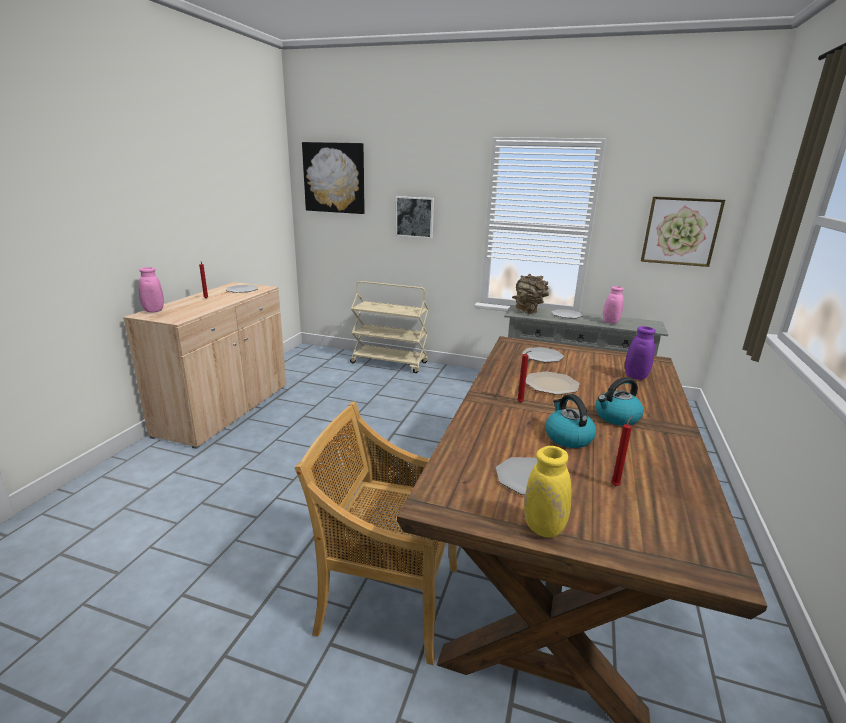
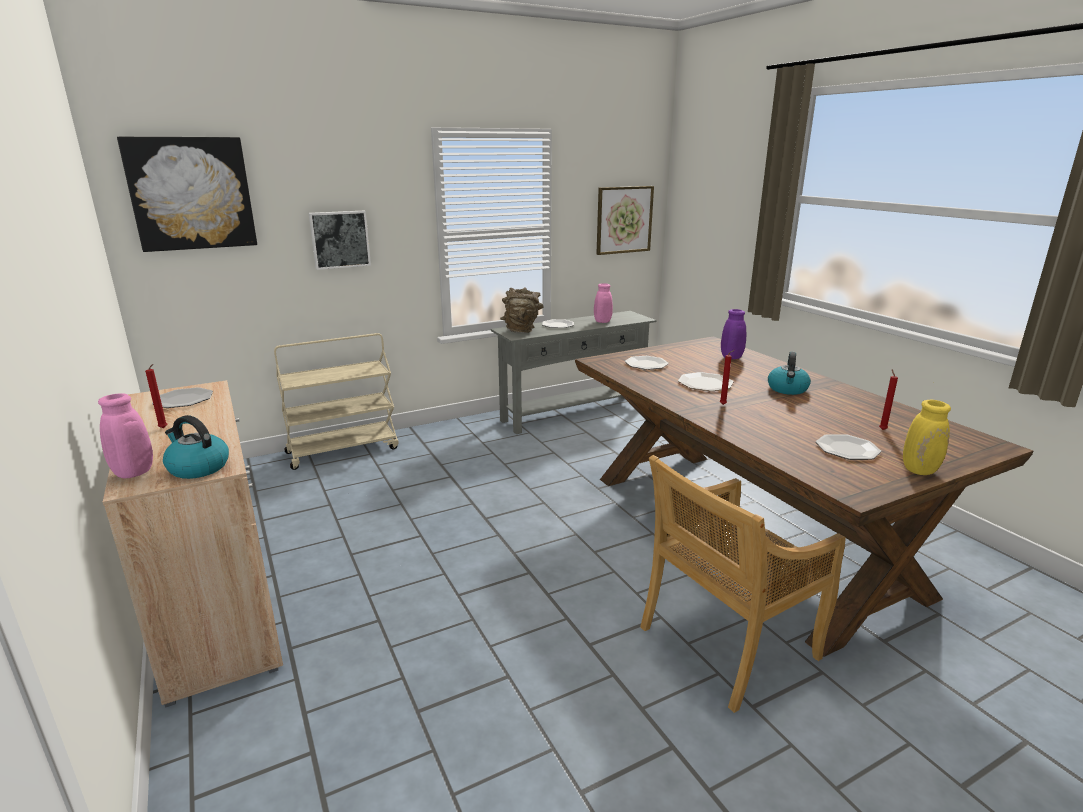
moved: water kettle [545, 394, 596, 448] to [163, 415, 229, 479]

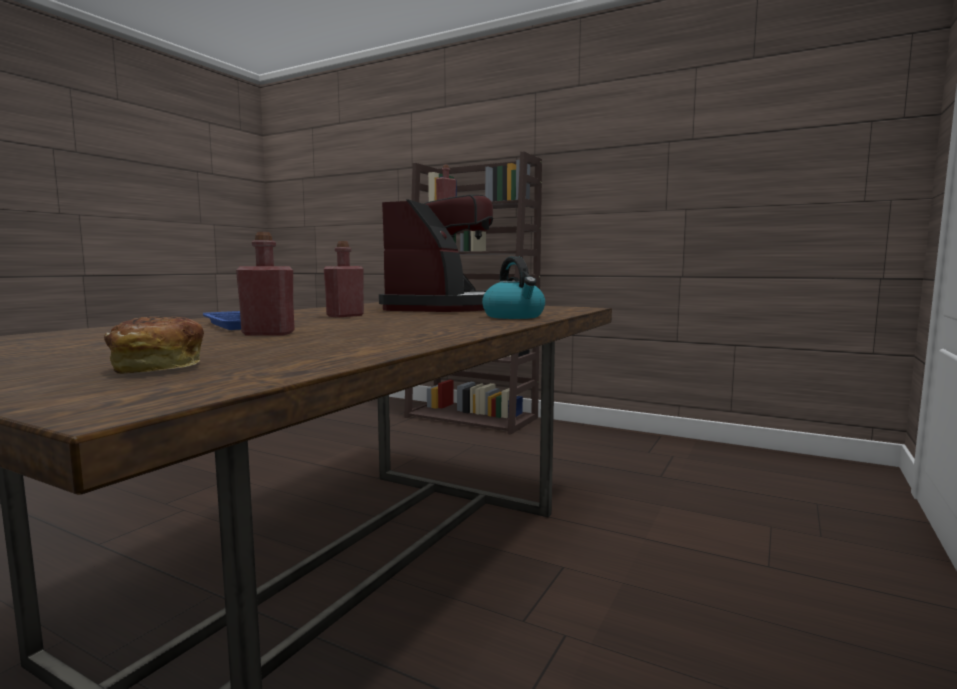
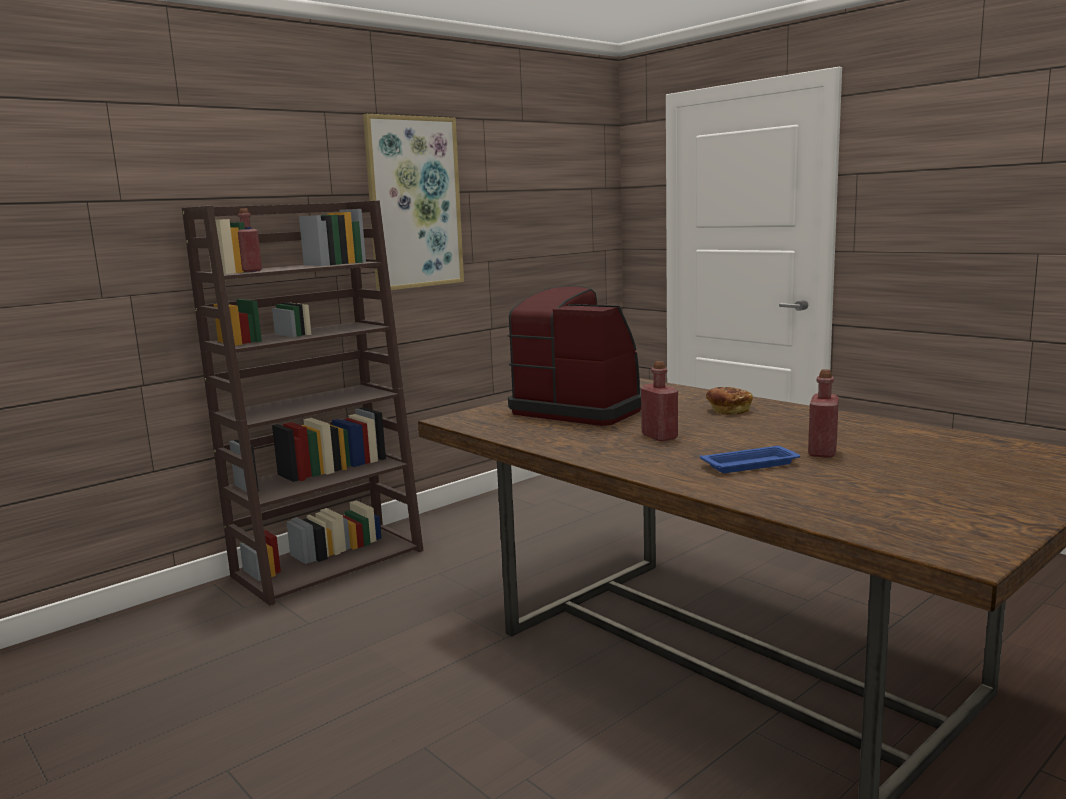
removed: water kettle [482, 256, 545, 319]
added: wall art [363, 114, 464, 290]
moved: baked bread [104, 317, 204, 374] to [706, 387, 753, 414]

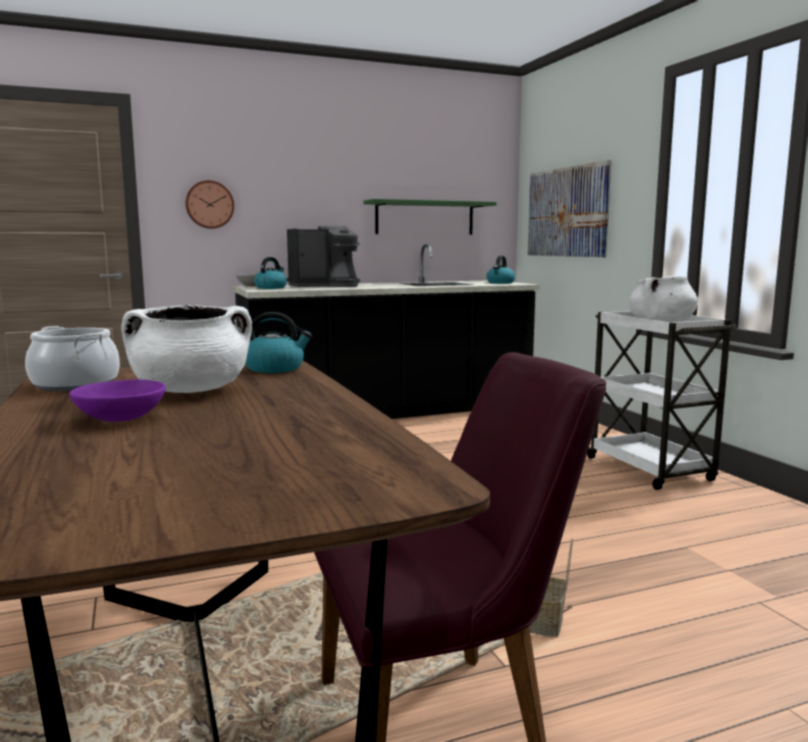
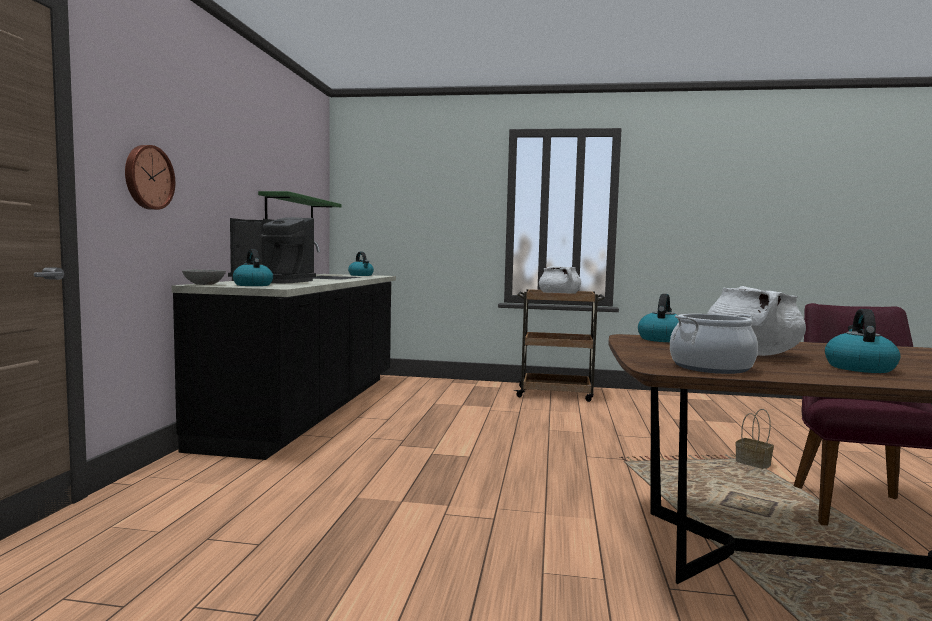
removed: wall art [528, 160, 611, 257]
replaced: purplish serving bowl [69, 379, 166, 422] to water kettle [825, 309, 900, 373]
recoloured: white cart [587, 311, 736, 490] to brownish cart [514, 289, 605, 402]
turned: coffee brewer [287, 226, 360, 287] = [228, 217, 316, 283] 90 degrees clockwise

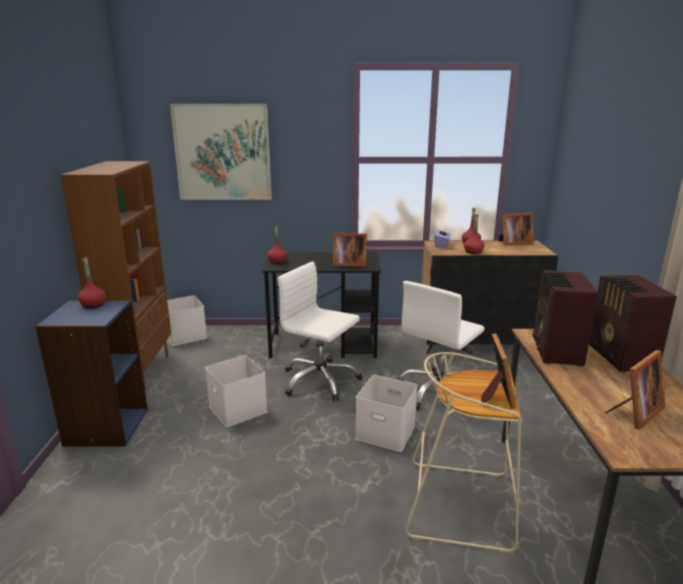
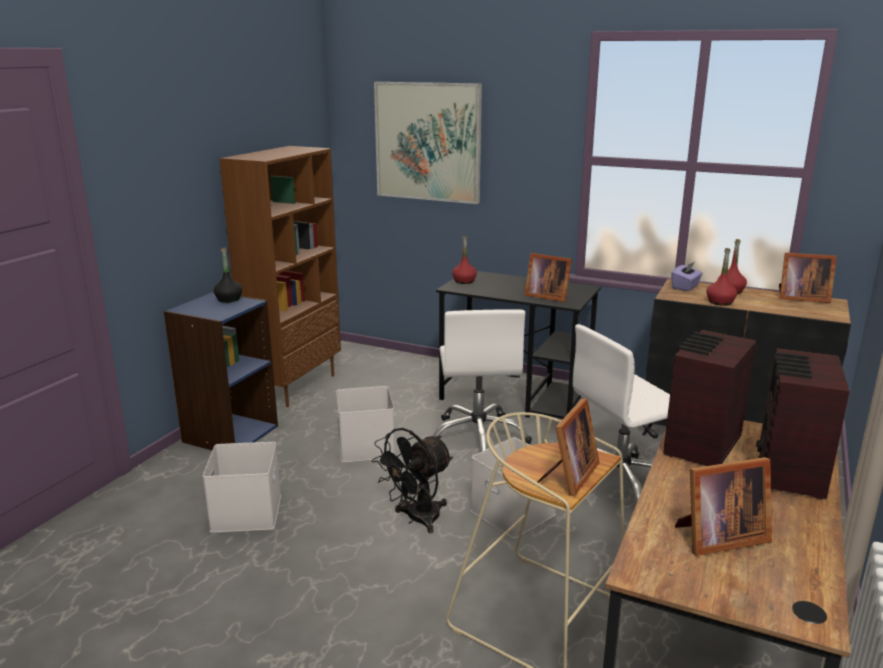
added: black fan [372, 428, 453, 533]
moved: white storage bin [167, 295, 207, 346] to [203, 442, 281, 533]
recoloured: red-coloured drink bottle [78, 257, 106, 308] to black drink bottle [214, 248, 242, 303]
turned: white computer chair [277, 262, 363, 401] = [433, 309, 532, 452] 150 degrees counterclockwise

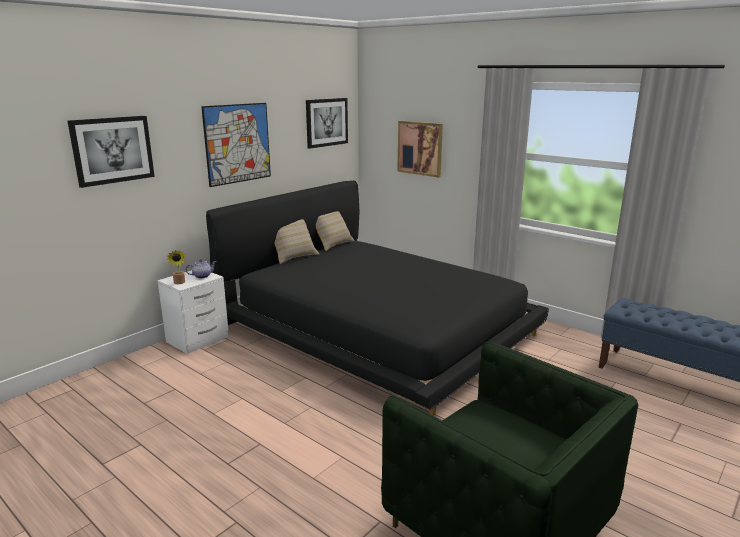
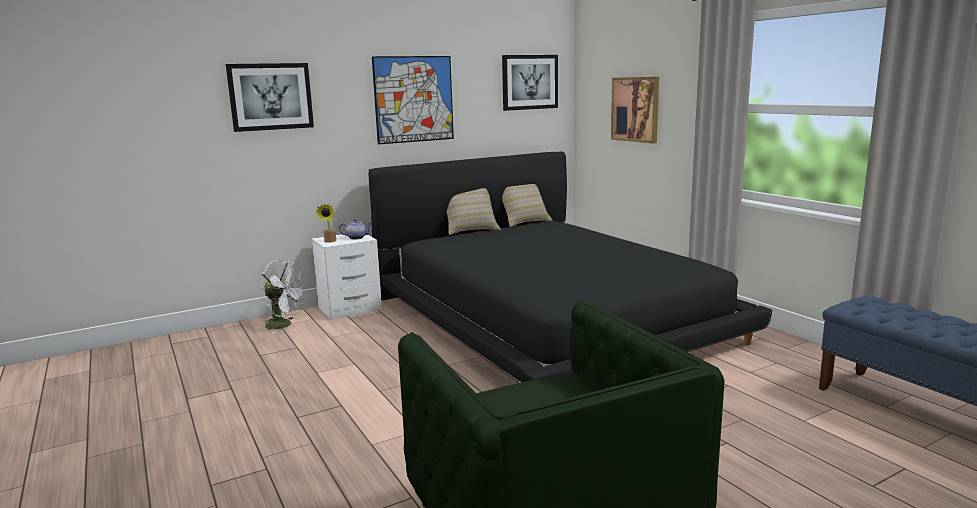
added: white fan [261, 260, 306, 334]

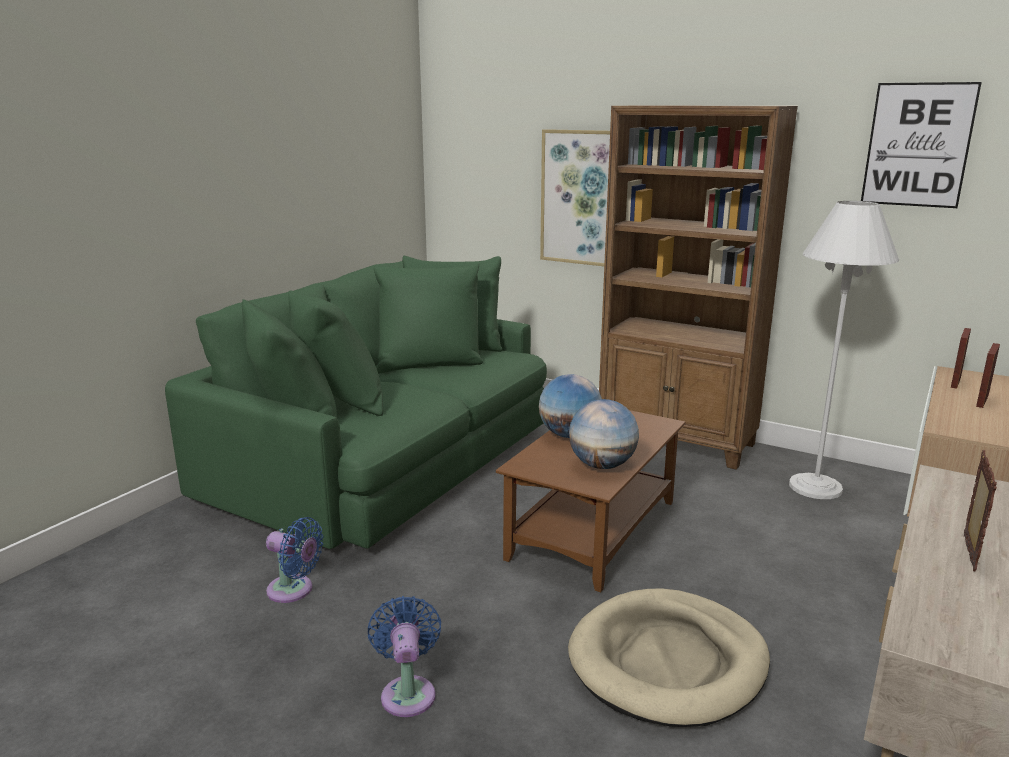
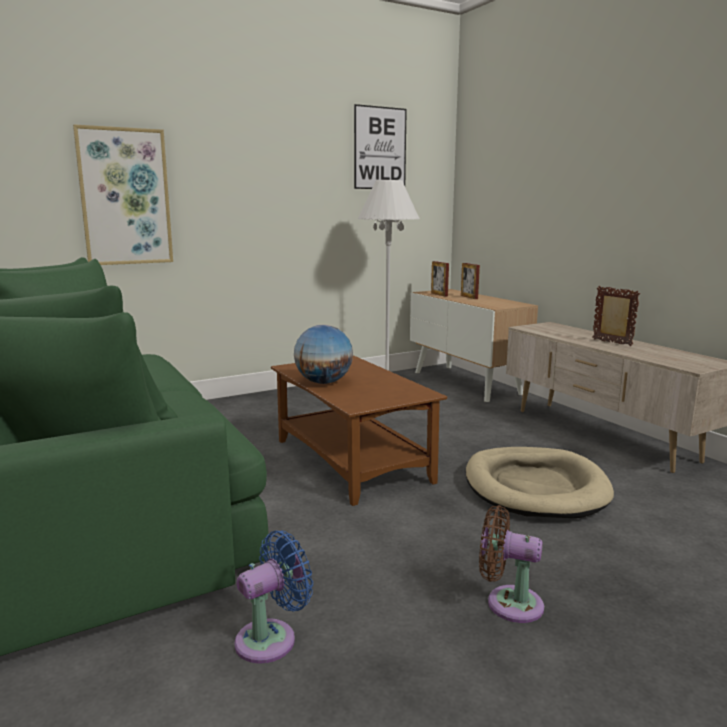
removed: world globe [569, 399, 639, 469]; brownish bookshelf [599, 105, 798, 470]
recoloured: blue-coloured fan [368, 596, 442, 717] to brownish fan [479, 505, 544, 623]

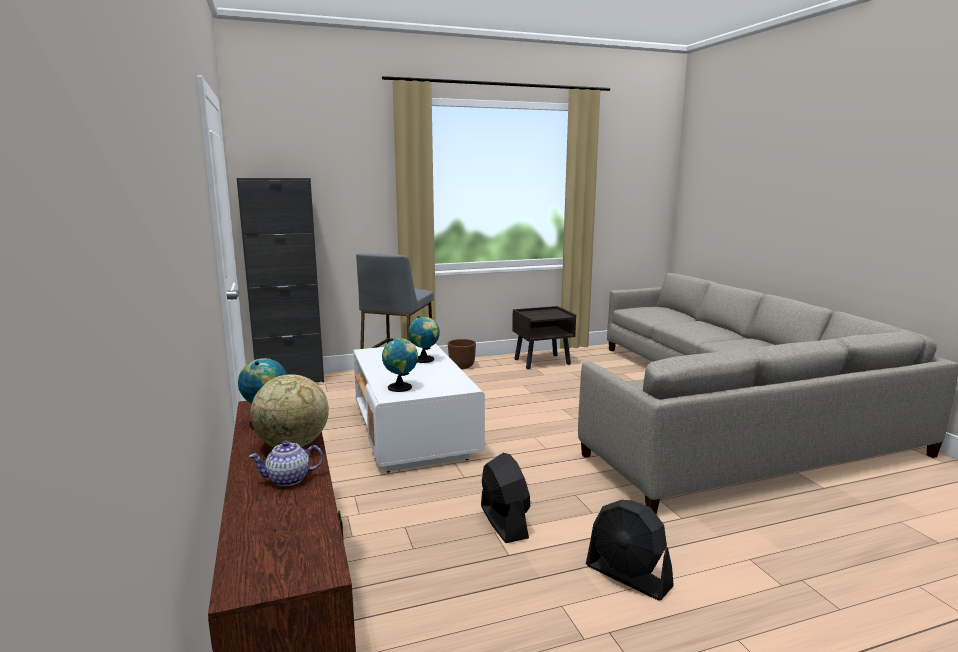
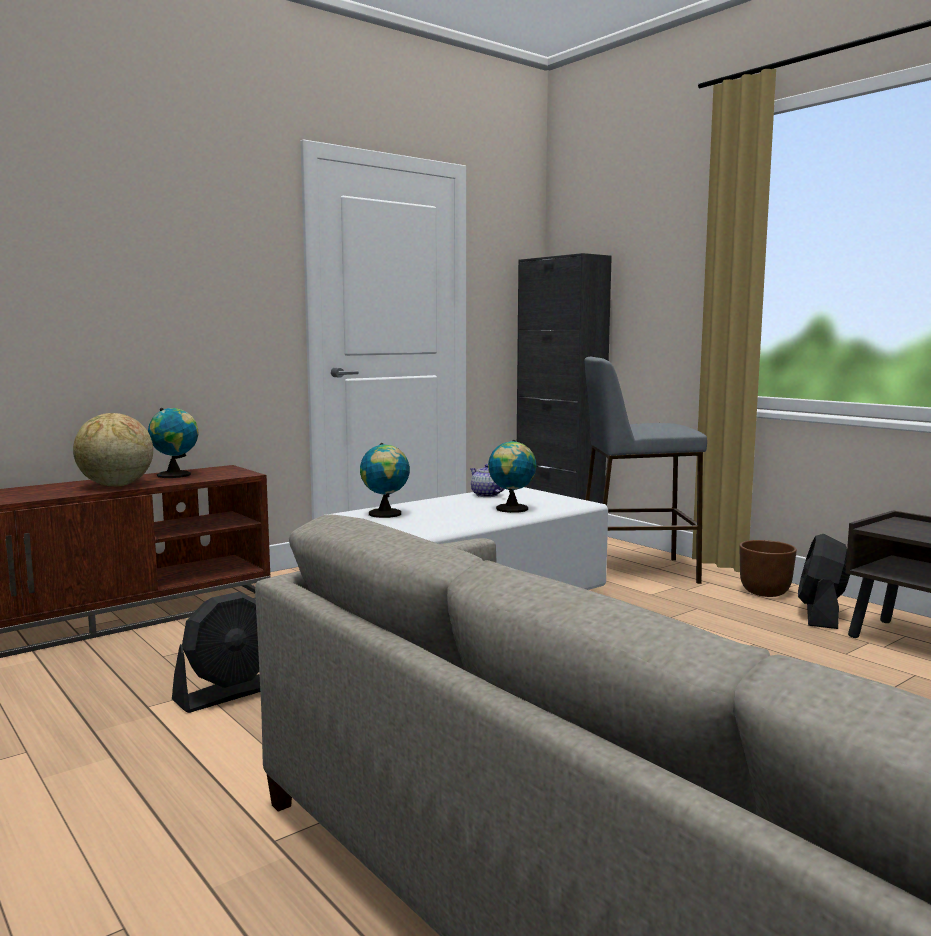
moved: tea pot [249, 441, 323, 486] to [470, 464, 504, 497]; black fan [586, 500, 674, 601] to [798, 534, 850, 629]

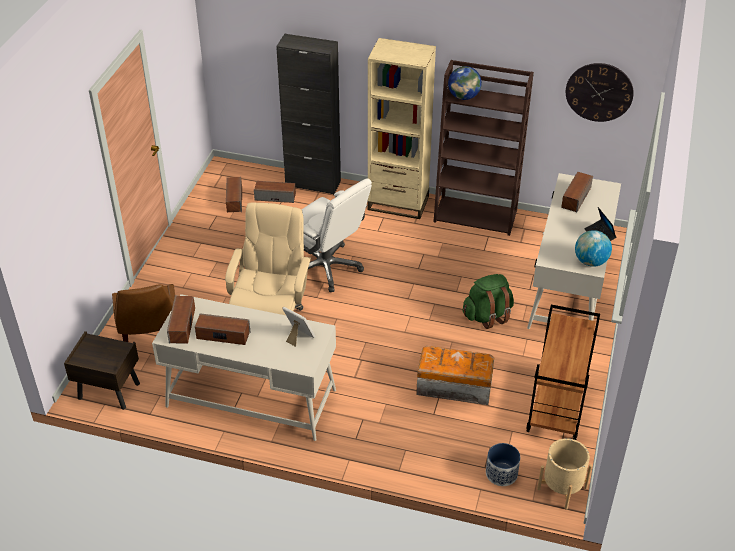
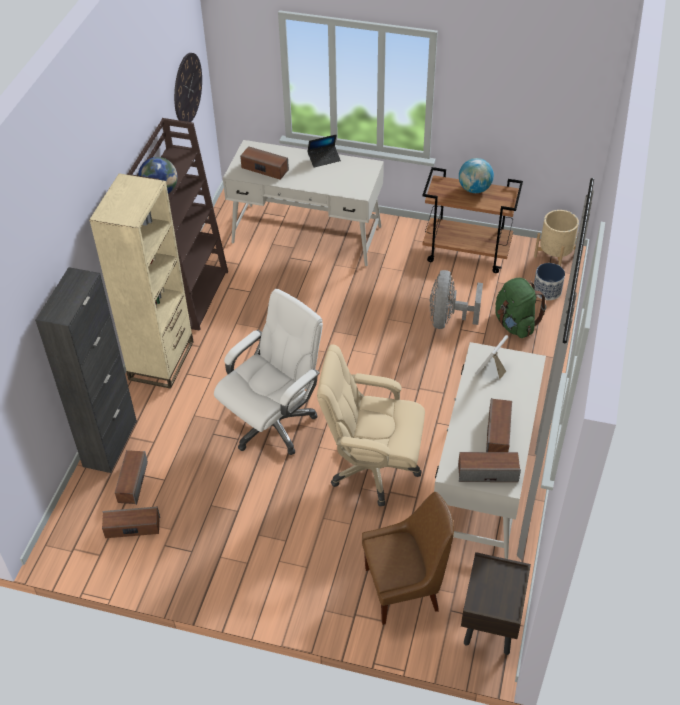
moved: greenish backpack [463, 274, 514, 329] to [495, 278, 546, 338]; world globe [575, 230, 612, 267] to [459, 158, 494, 193]
replaced: storage bin [416, 346, 494, 405] to greyish fan [429, 270, 483, 329]

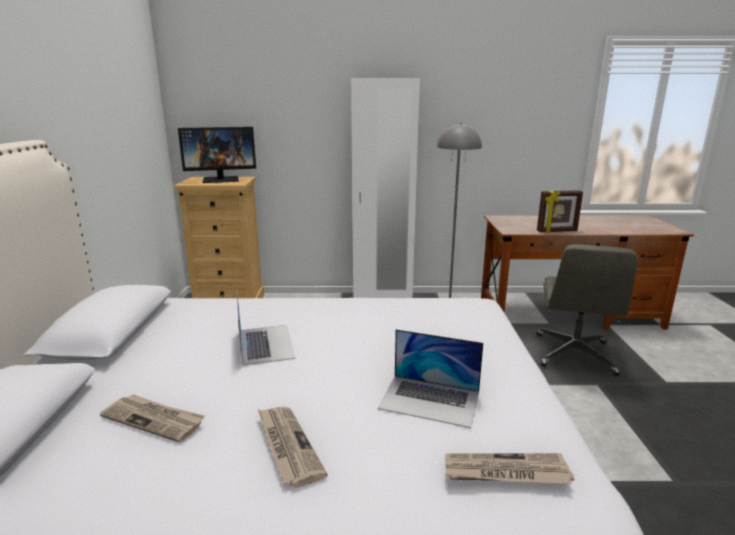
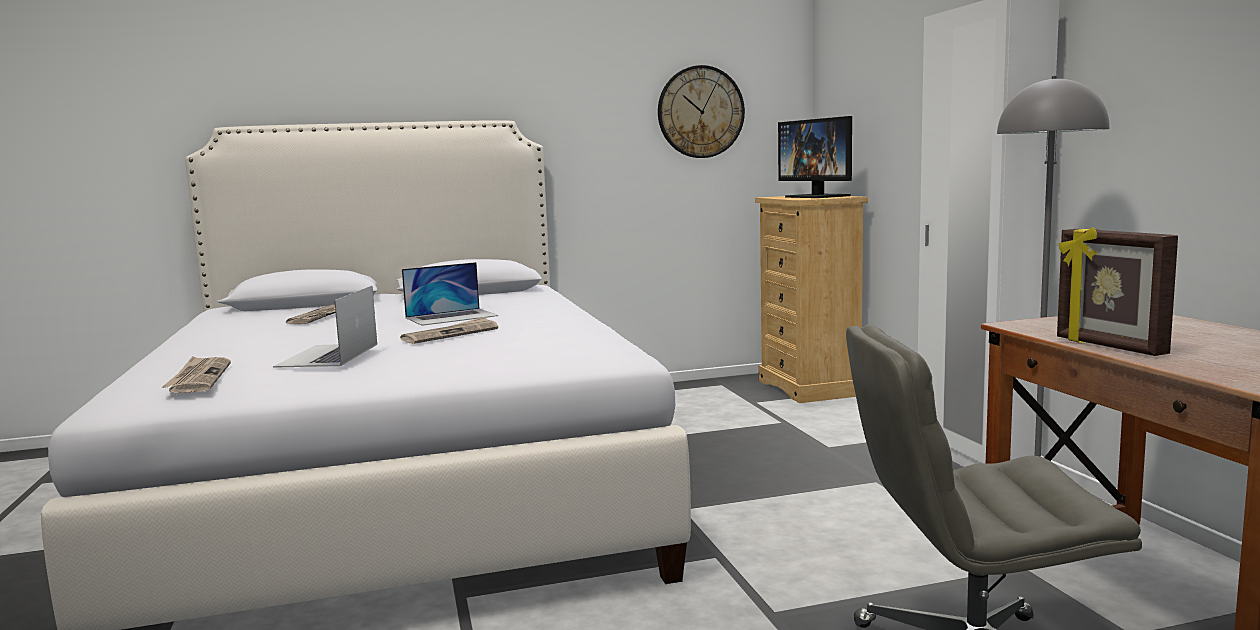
added: hanging clock [658, 65, 745, 158]
moved: daily paper [258, 406, 328, 488] to [400, 317, 498, 344]

